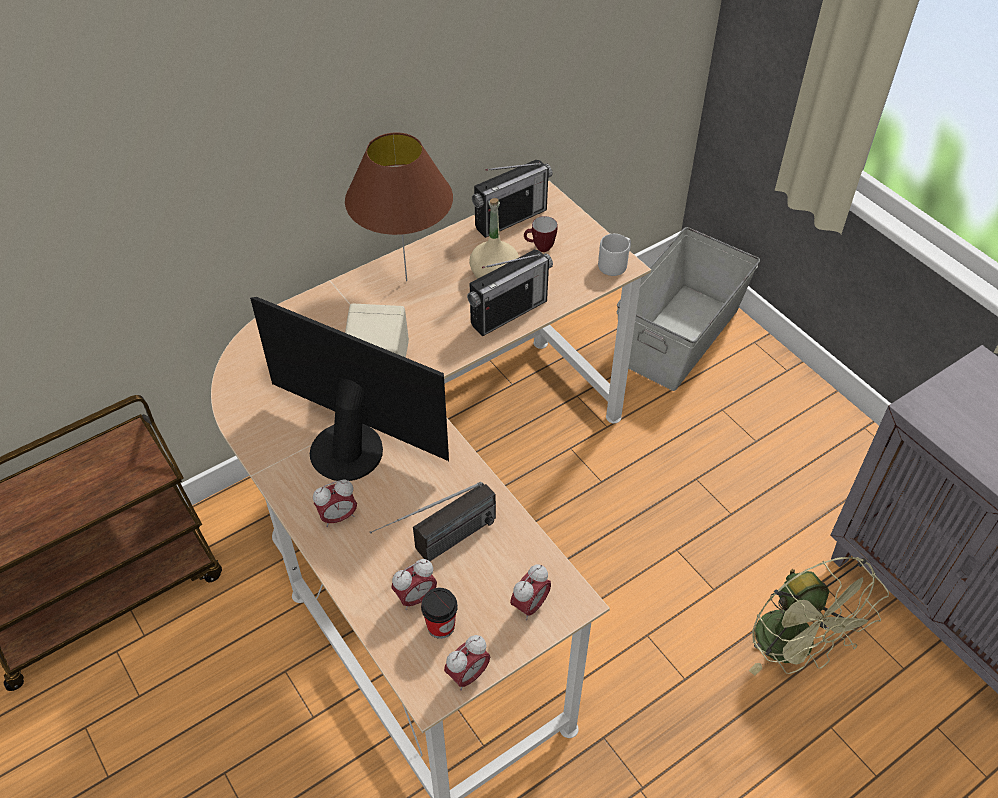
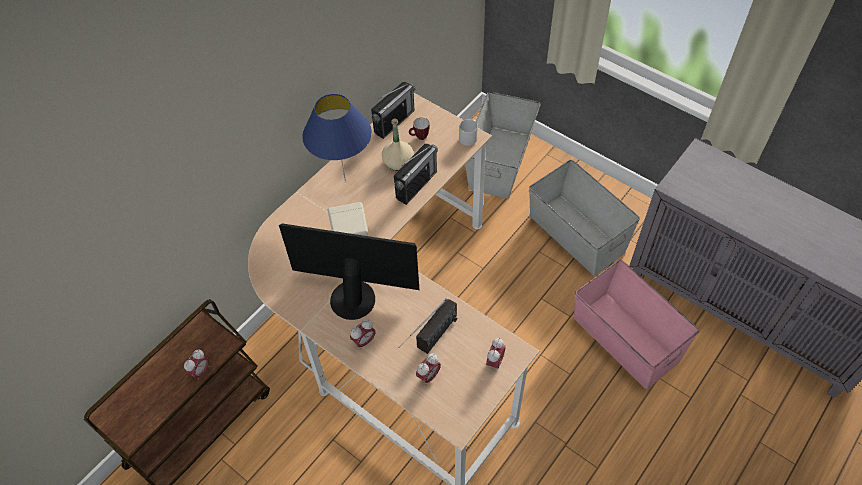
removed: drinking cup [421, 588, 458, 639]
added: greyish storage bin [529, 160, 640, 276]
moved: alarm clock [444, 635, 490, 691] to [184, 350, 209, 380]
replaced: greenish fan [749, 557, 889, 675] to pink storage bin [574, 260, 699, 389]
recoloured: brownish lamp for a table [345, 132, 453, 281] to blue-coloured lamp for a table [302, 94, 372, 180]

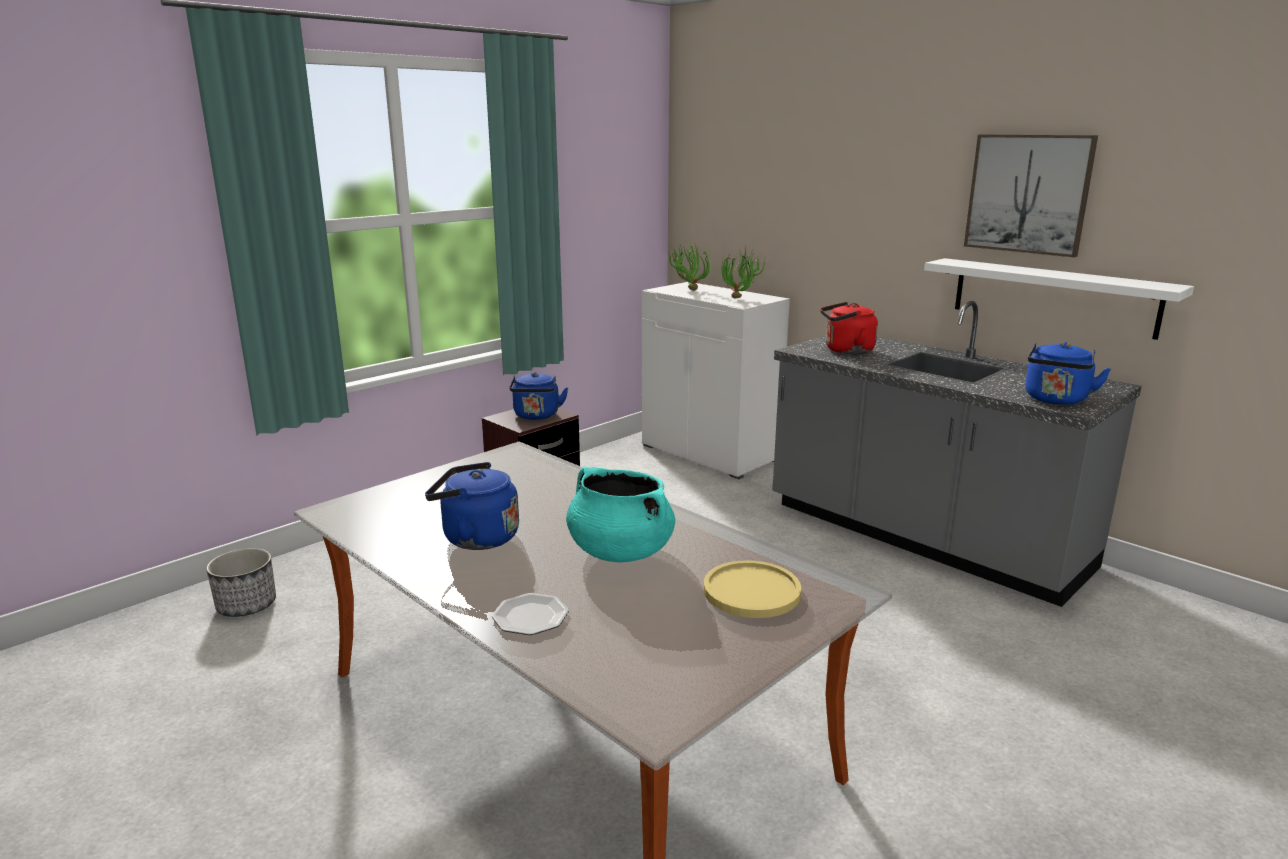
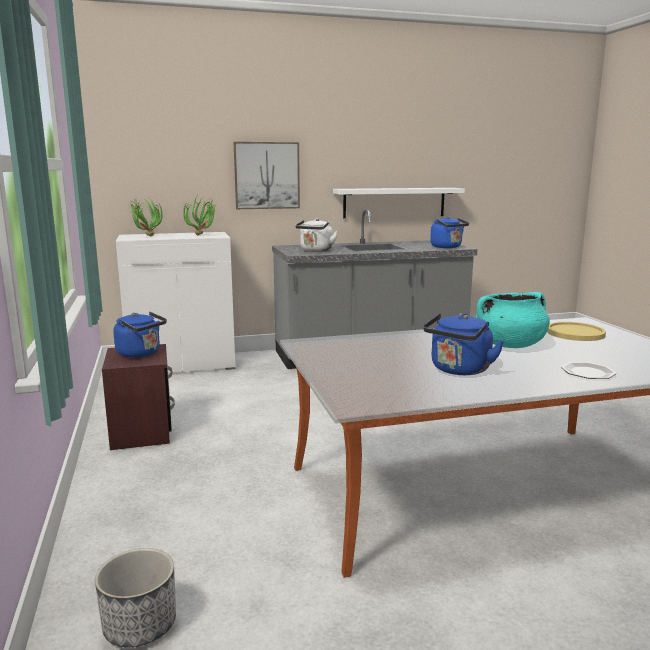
moved: wall art [964, 134, 1098, 257] to [234, 142, 300, 209]
recoloured: red-coloured water kettle [820, 302, 878, 354] to white water kettle [295, 218, 338, 251]

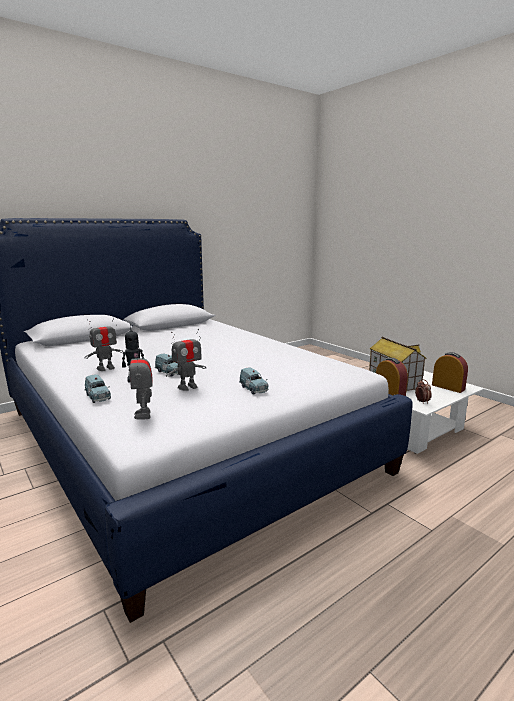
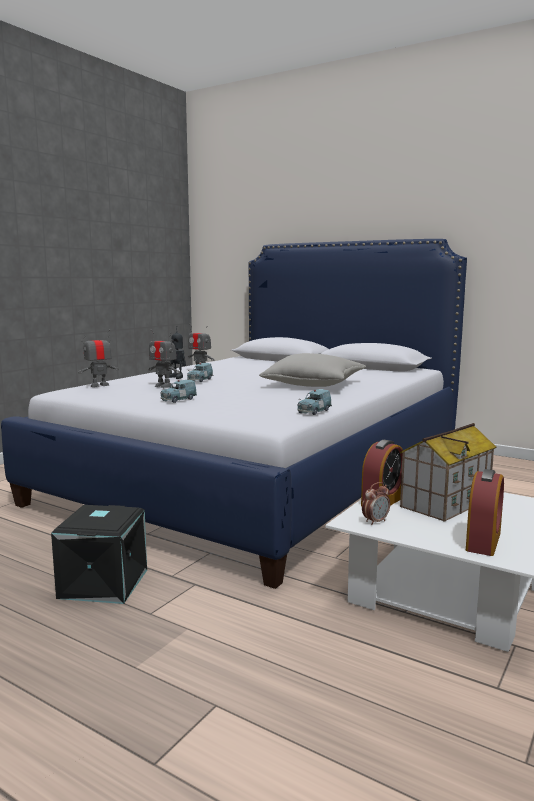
added: black storage bin [51, 505, 147, 604]; greyish pillow [259, 353, 366, 387]
moved: blue-coloured model car [85, 374, 111, 403] to [297, 389, 332, 415]

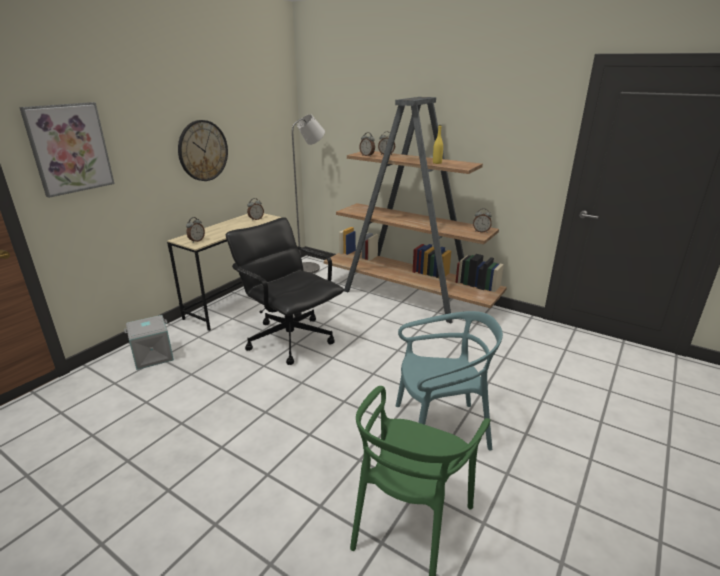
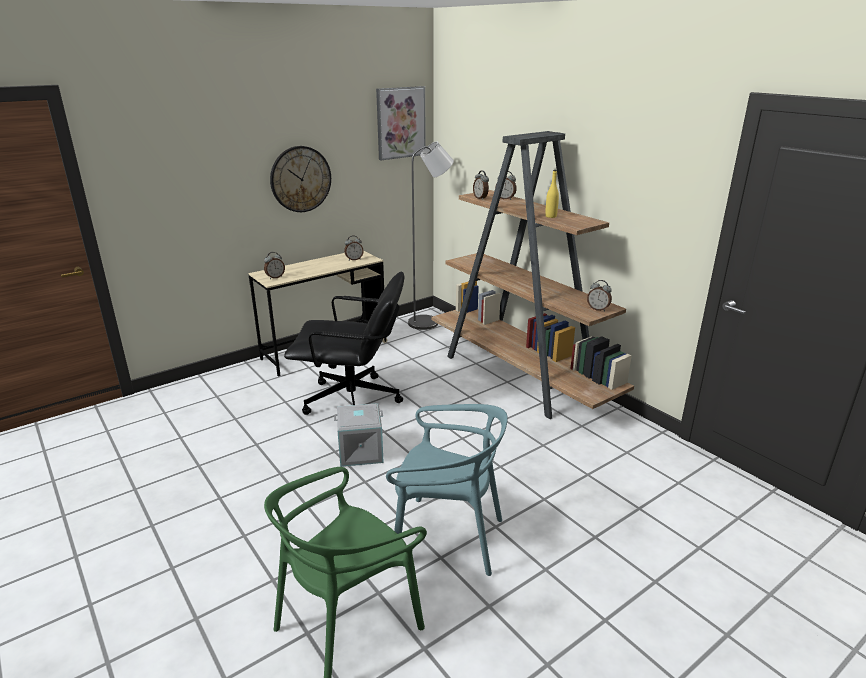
moved: wall art [19, 102, 115, 198] to [376, 86, 426, 160]; greyish storage bin [124, 315, 174, 370] to [334, 403, 384, 467]
turned: black computer chair [226, 217, 344, 365] = [284, 272, 404, 415] 120 degrees clockwise

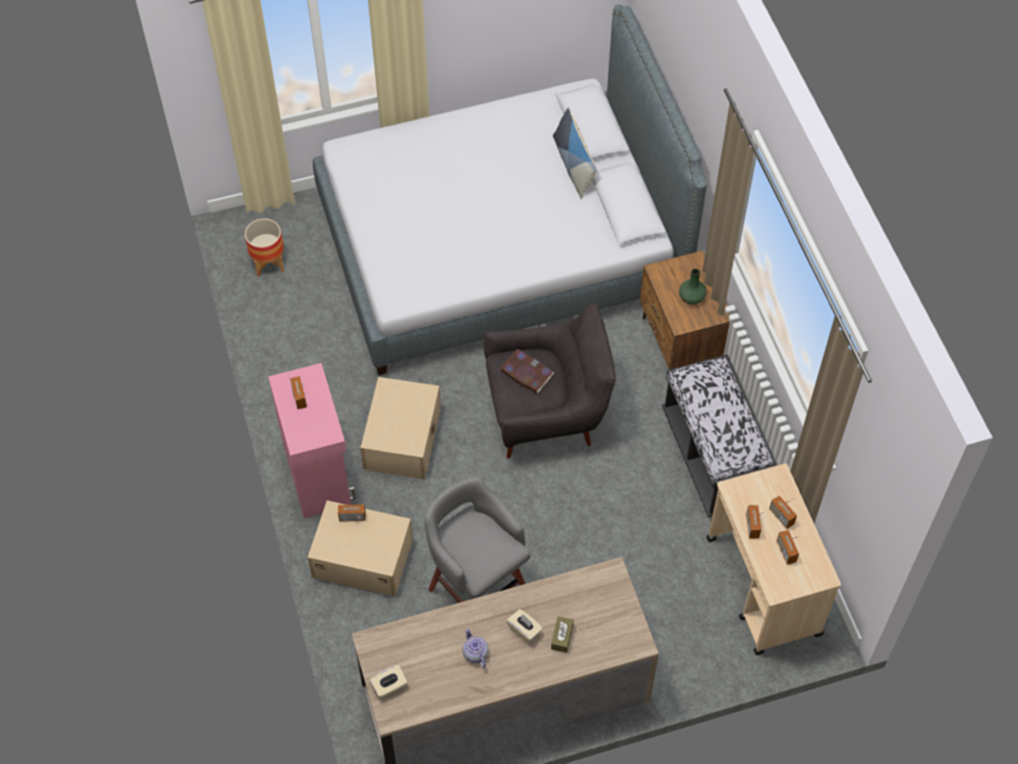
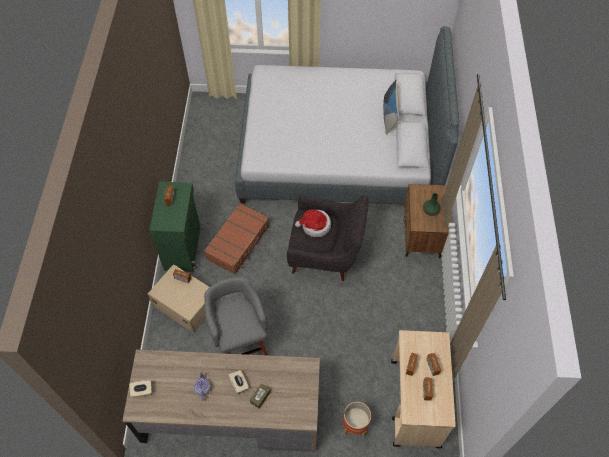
removed: black long seat [662, 354, 778, 517]
moved: planter [245, 218, 284, 277] to [343, 402, 371, 438]
replaced: sand-coloured storage bin [360, 377, 441, 479] to brownish travel case [204, 203, 269, 274]; volume [500, 349, 554, 393] to wearable hat [295, 209, 331, 237]
recoloured: pink cabinet [268, 363, 356, 518] to greenish cabinet [149, 181, 200, 272]

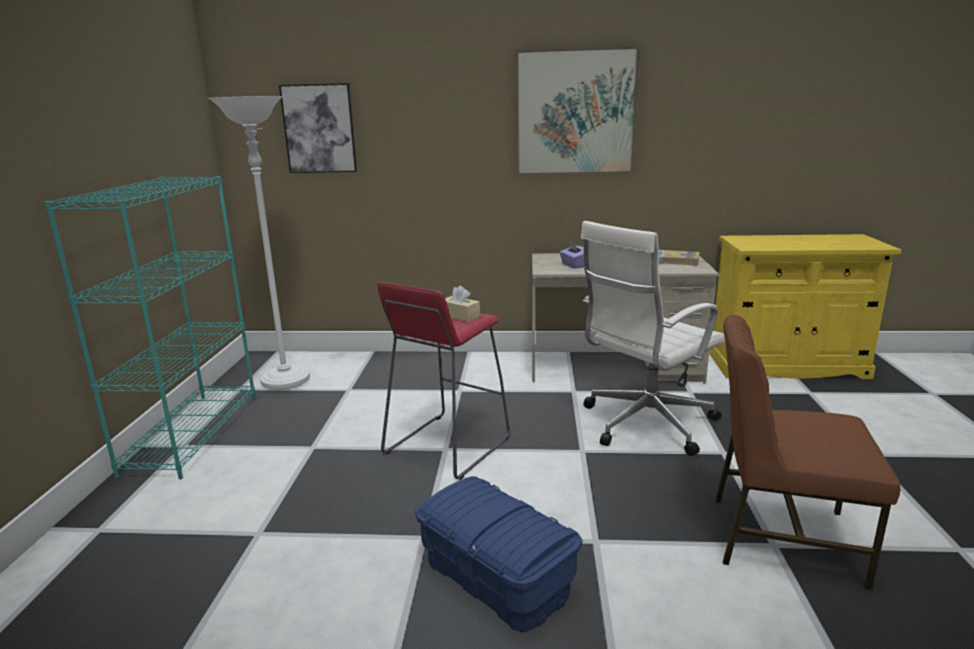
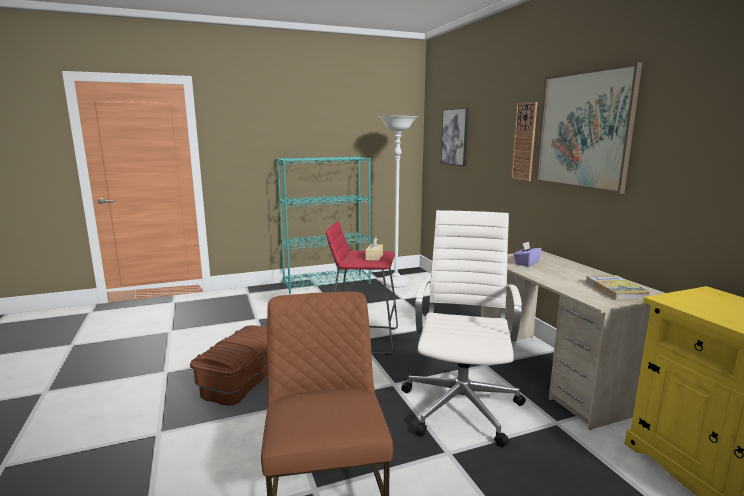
added: hanging clock [511, 102, 538, 181]
recoloured: blue-coloured storage bin [415, 476, 583, 633] to brownish storage bin [190, 325, 268, 406]
turned: white computer chair [581, 221, 725, 456] = [401, 210, 526, 447] 75 degrees clockwise

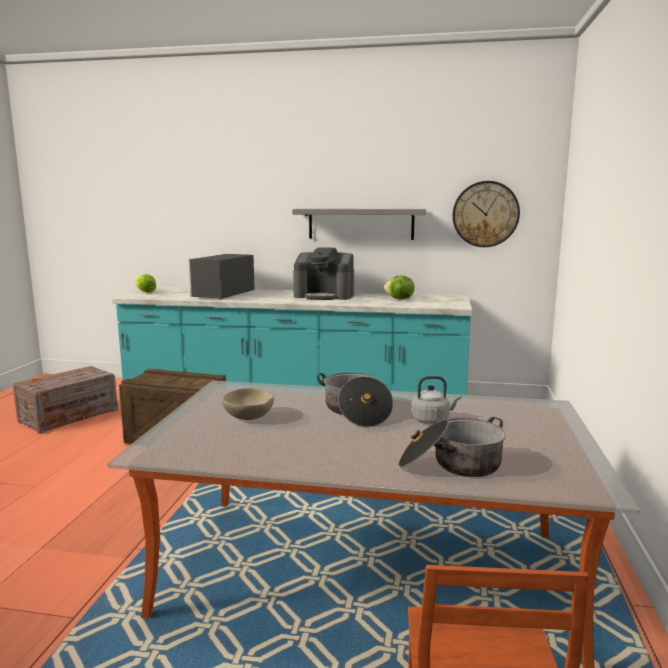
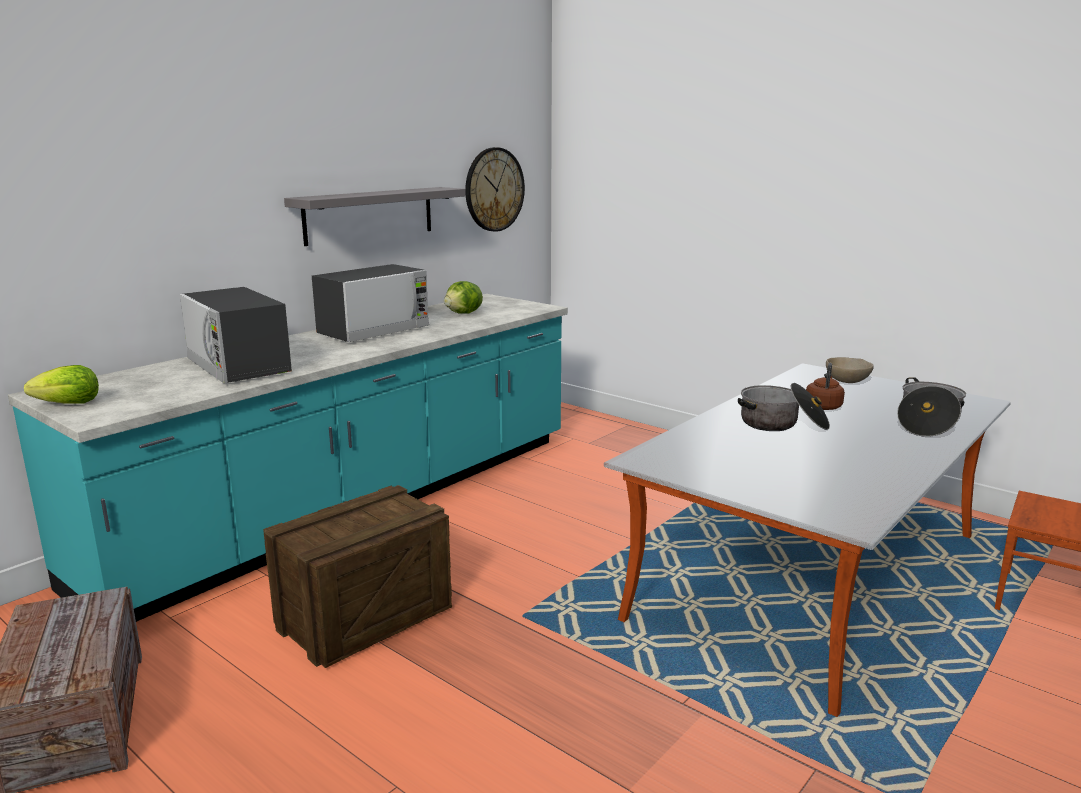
moved: sand-coloured serving bowl [222, 388, 274, 420] to [826, 357, 874, 383]
replaced: coffee brewer [293, 247, 354, 300] to microwave [312, 264, 429, 342]
recoloured: greyish water kettle [411, 376, 461, 424] to brownish water kettle [806, 363, 845, 410]

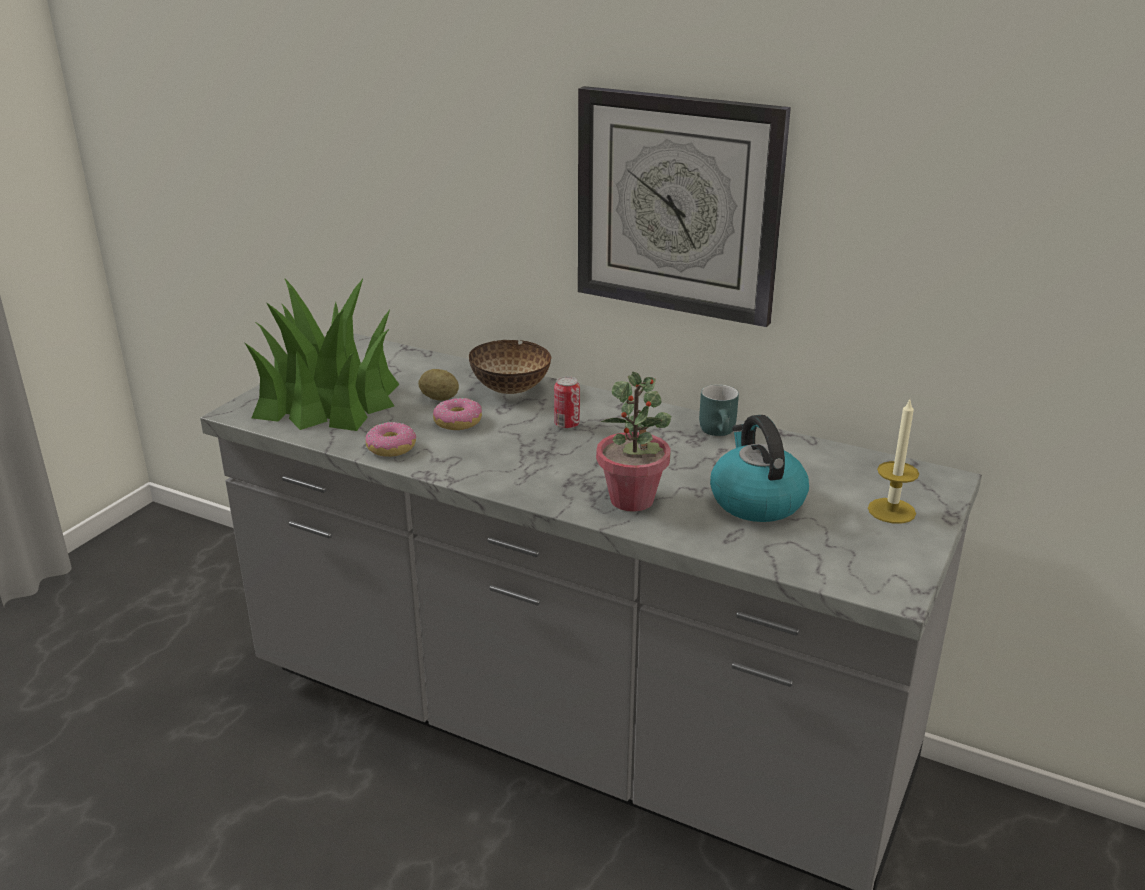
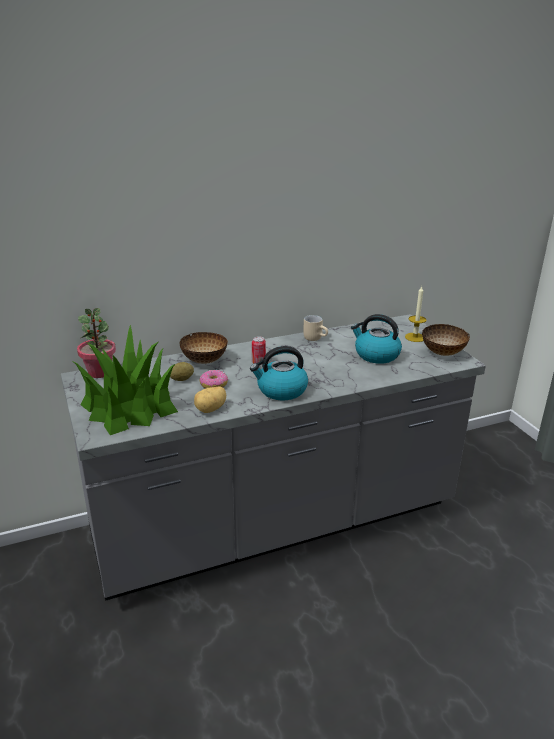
removed: hanging clock [578, 86, 791, 327]
added: water kettle [250, 346, 308, 400]; serving bowl [422, 324, 470, 356]
moved: plant in a pot [596, 372, 671, 512] to [77, 308, 116, 378]
replaced: ring doughnut [365, 422, 416, 457] to potato [194, 387, 226, 413]
recoloured: turquoise-coloured mug [699, 384, 739, 436] to sand-coloured mug [303, 315, 328, 341]

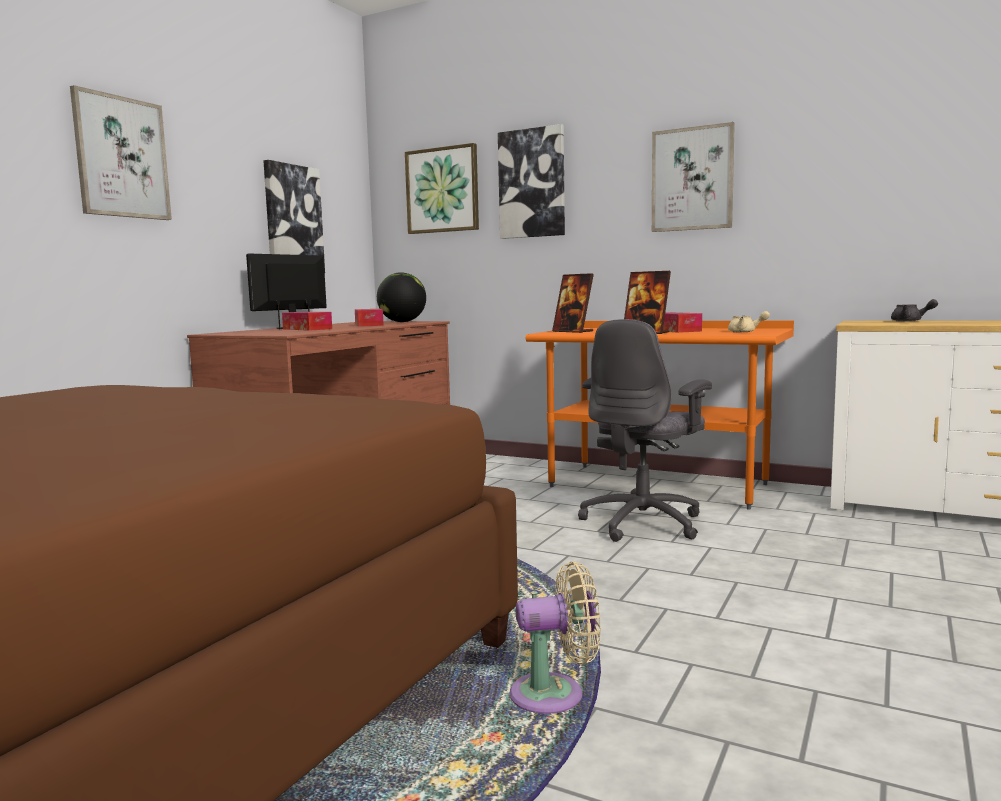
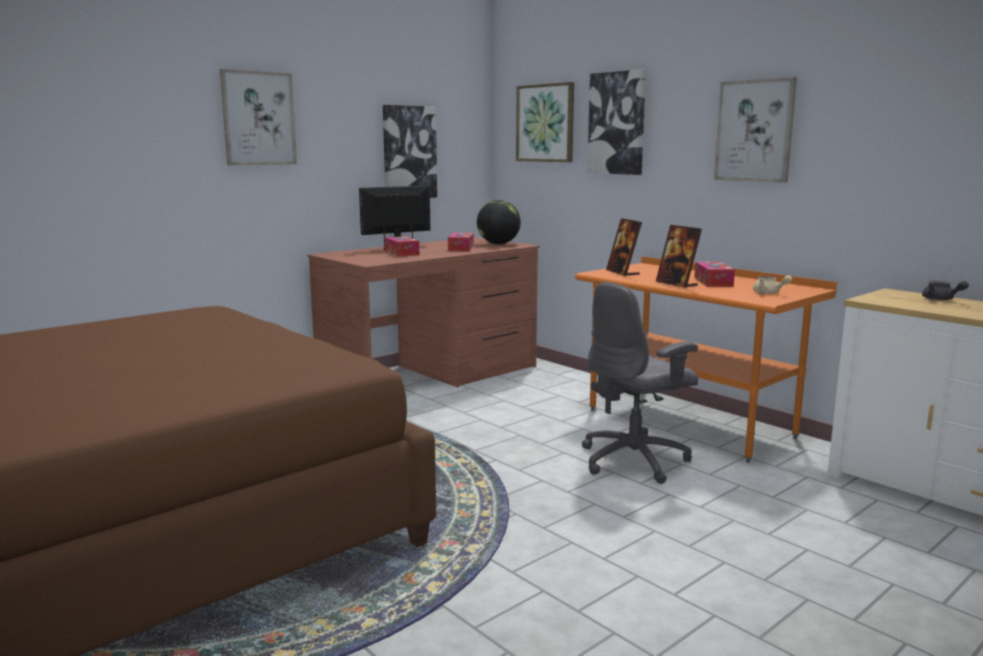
removed: sand-coloured fan [509, 561, 601, 714]

